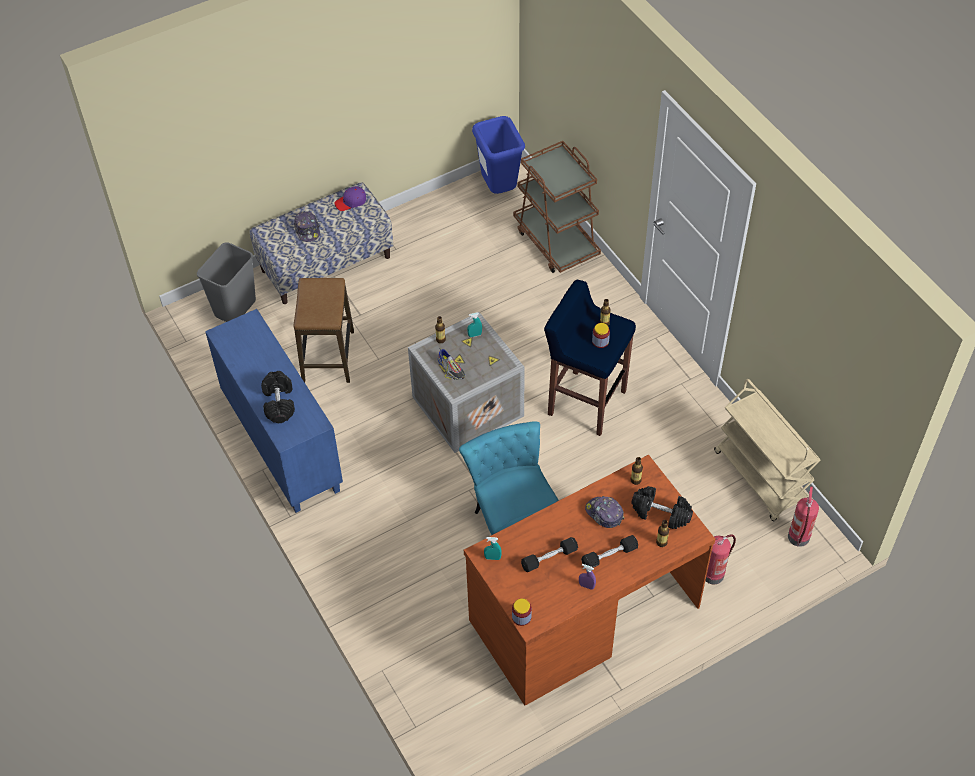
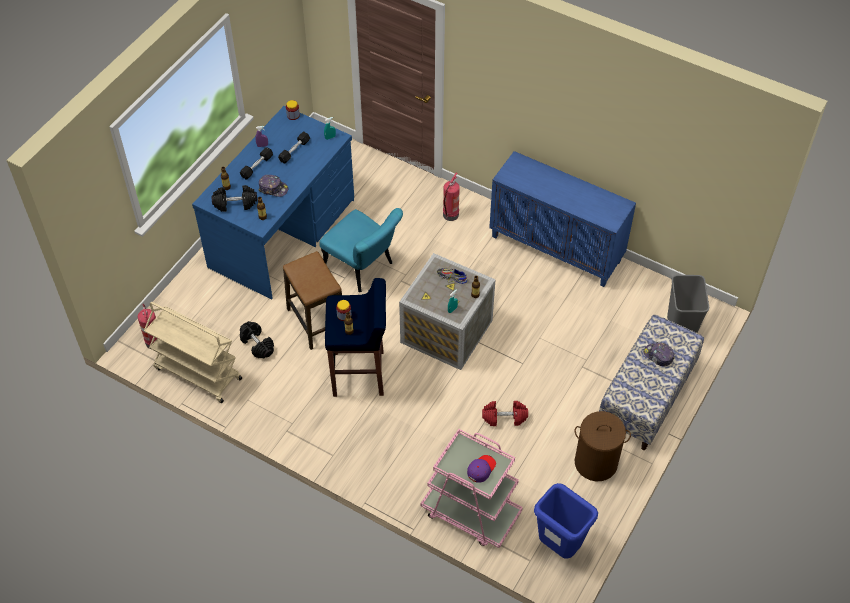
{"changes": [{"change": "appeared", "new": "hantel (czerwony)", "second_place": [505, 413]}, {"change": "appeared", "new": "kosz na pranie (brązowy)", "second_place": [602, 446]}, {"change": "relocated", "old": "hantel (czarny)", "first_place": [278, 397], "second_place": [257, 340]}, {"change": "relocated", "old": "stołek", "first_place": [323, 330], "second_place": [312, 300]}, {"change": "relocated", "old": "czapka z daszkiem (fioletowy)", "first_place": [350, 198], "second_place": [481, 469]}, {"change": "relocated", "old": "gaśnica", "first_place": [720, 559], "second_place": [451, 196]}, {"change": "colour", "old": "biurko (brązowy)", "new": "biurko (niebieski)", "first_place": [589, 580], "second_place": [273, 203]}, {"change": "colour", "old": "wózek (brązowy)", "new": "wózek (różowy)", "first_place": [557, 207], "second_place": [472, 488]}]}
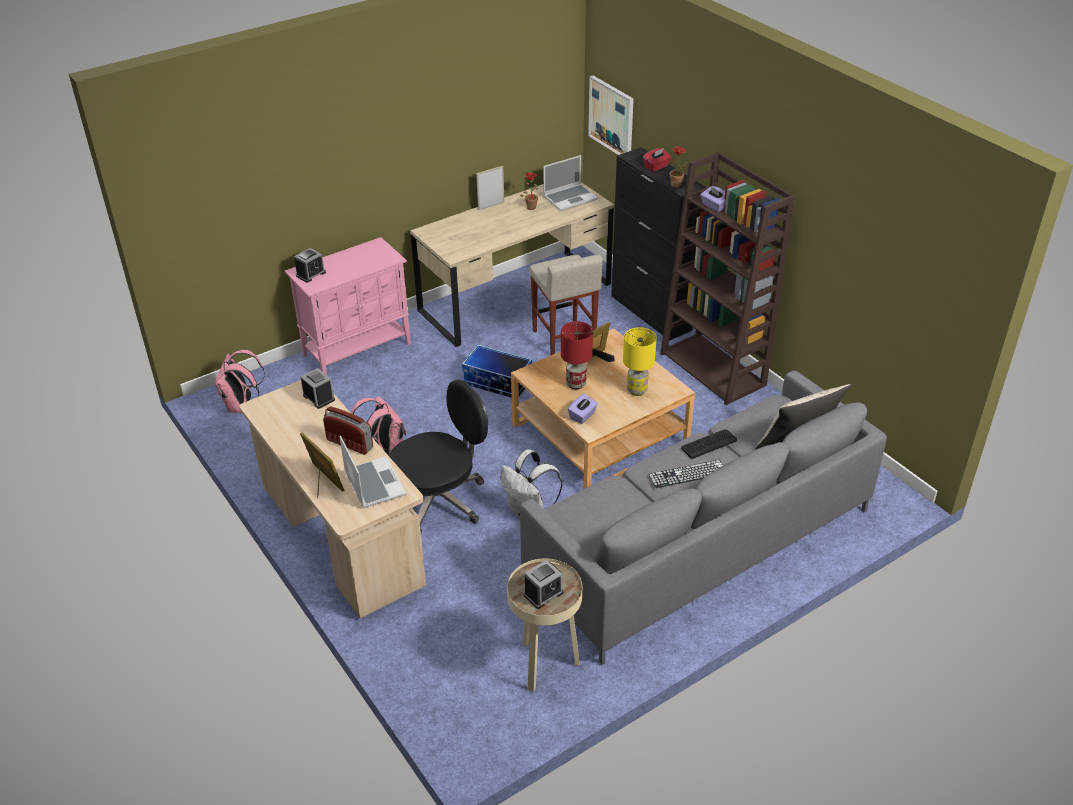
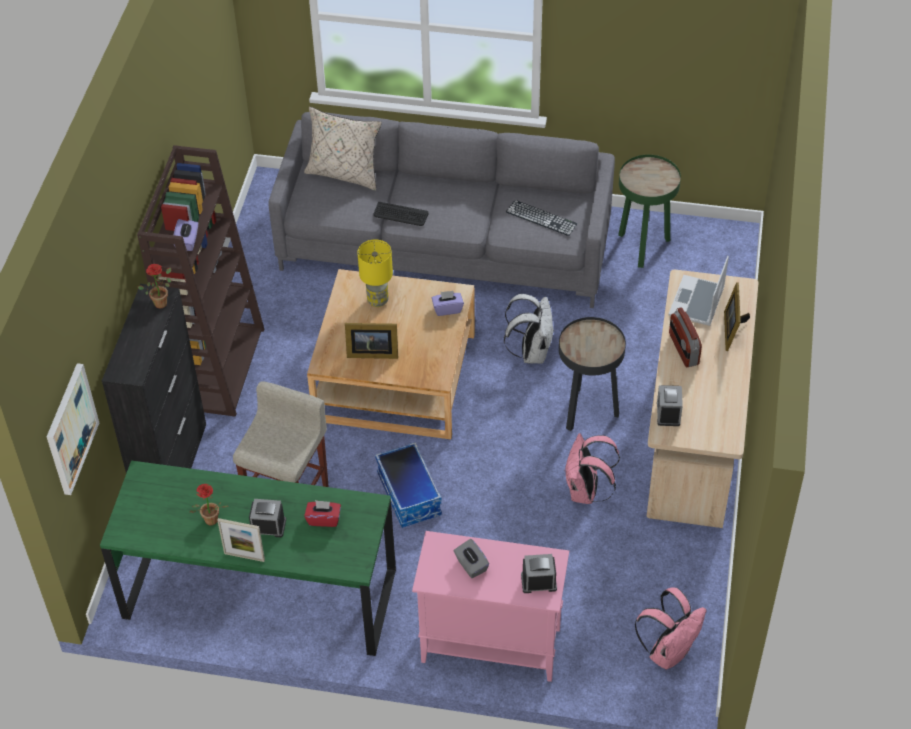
{"changes": [{"change": "missing", "old": "laptop", "first_place": [570, 183]}, {"change": "missing", "old": "lampa stołowa (czerwony)", "first_place": [577, 355]}, {"change": "appeared", "new": "pudełko chusteczek (szary)", "second_place": [471, 558]}, {"change": "relocated", "old": "budzik", "first_place": [543, 584], "second_place": [267, 518]}, {"change": "relocated", "old": "pudełko chusteczek (czerwony)", "first_place": [657, 160], "second_place": [322, 513]}, {"change": "relocated", "old": "klawiatura", "first_place": [685, 474], "second_place": [542, 218]}, {"change": "exchanged", "old": "krzesło biurowe (czarny)", "new": "stolik (czarny)", "first_place": [438, 456], "second_place": [592, 374]}, {"change": "colour", "old": "biurko (beżowy)", "new": "biurko (zielony)", "first_place": [512, 264], "second_place": [248, 558]}, {"change": "colour", "old": "stolik (beżowy)", "new": "stolik (zielony)", "first_place": [544, 625], "second_place": [649, 211]}]}
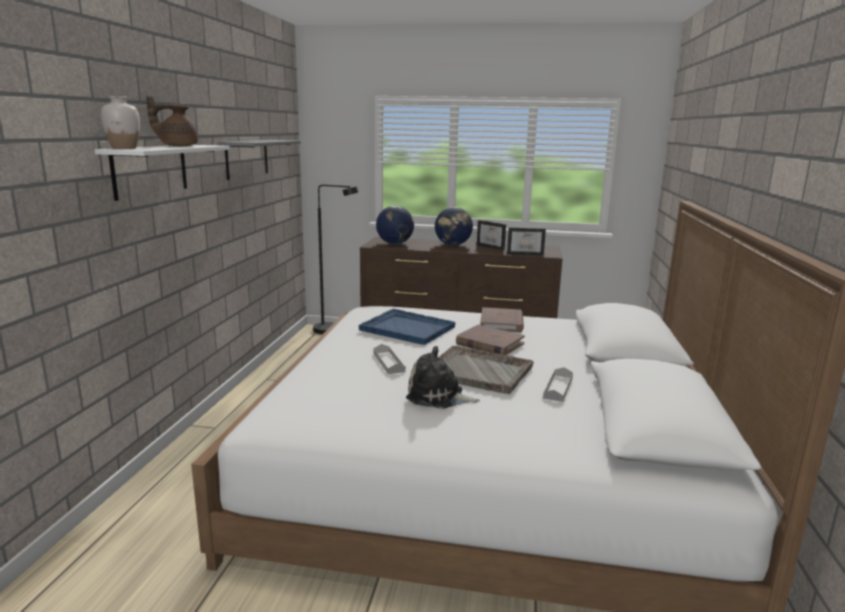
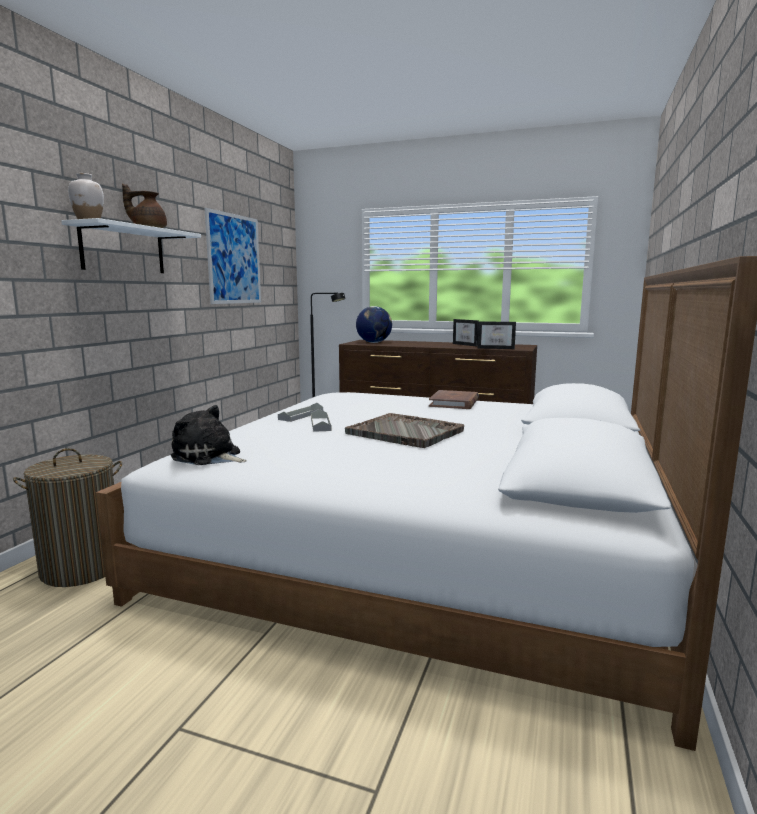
{"changes": [{"change": "missing", "old": "taca (niebieski)", "first_place": [407, 327]}, {"change": "missing", "old": "globus", "first_place": [454, 226]}, {"change": "missing", "old": "książka (brązowy)", "first_place": [490, 340]}, {"change": "appeared", "new": "kosz na pranie", "second_place": [67, 517]}, {"change": "relocated", "old": "pluszak", "first_place": [443, 377], "second_place": [208, 435]}, {"change": "relocated", "old": "taca (szary)", "first_place": [558, 384], "second_place": [300, 412]}, {"change": "exchanged", "old": "półka (szary)", "new": "obraz", "first_place": [259, 160], "second_place": [233, 256]}]}
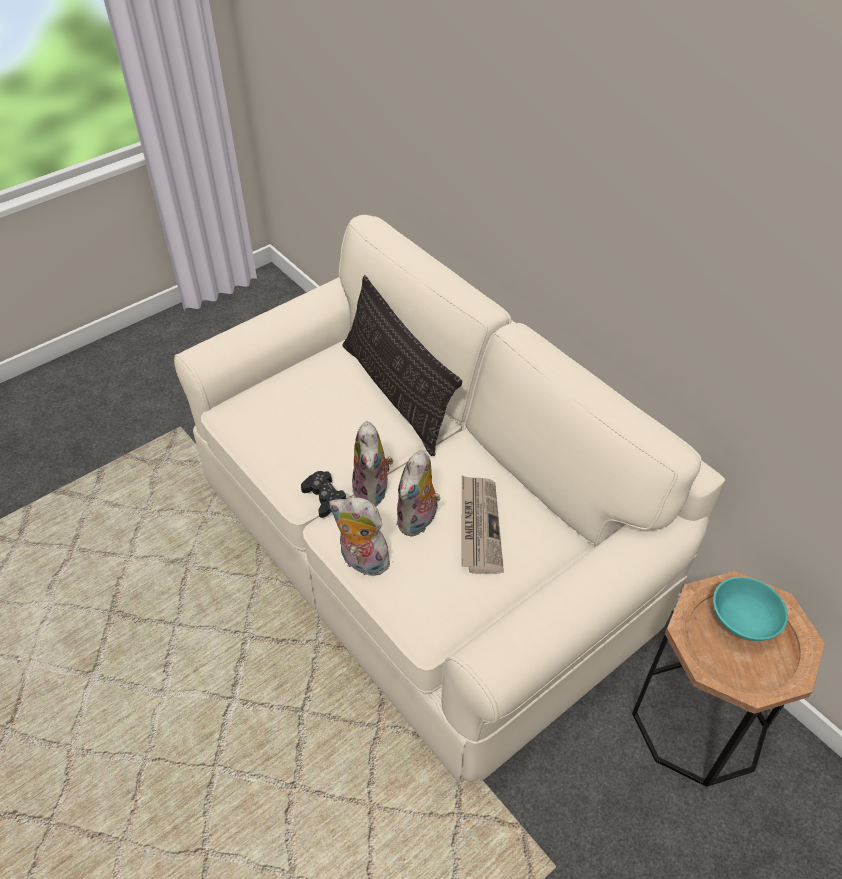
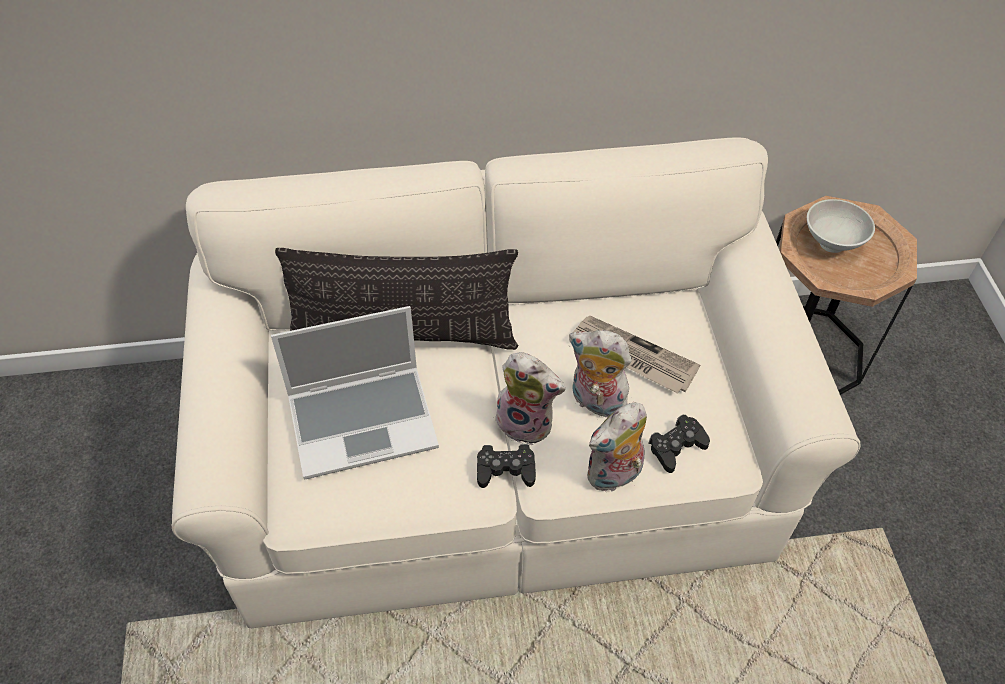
{"changes": [{"change": "appeared", "new": "laptop", "second_place": [355, 393]}, {"change": "appeared", "new": "pad do gier (czarny)", "second_place": [679, 443]}, {"change": "colour", "old": "miska (turkusowy)", "new": "miska (biały)", "first_place": [750, 609], "second_place": [841, 226]}, {"change": "spun", "old": "pluszak", "first_place": [418, 493], "second_place": [600, 375], "degrees": 150}]}
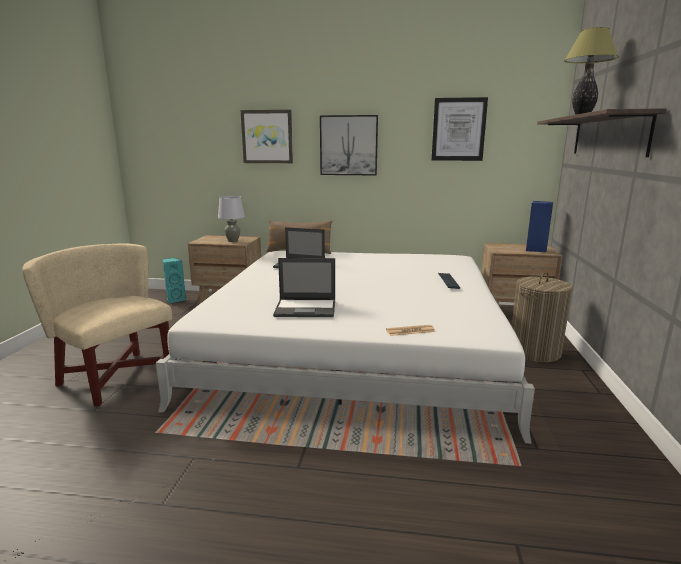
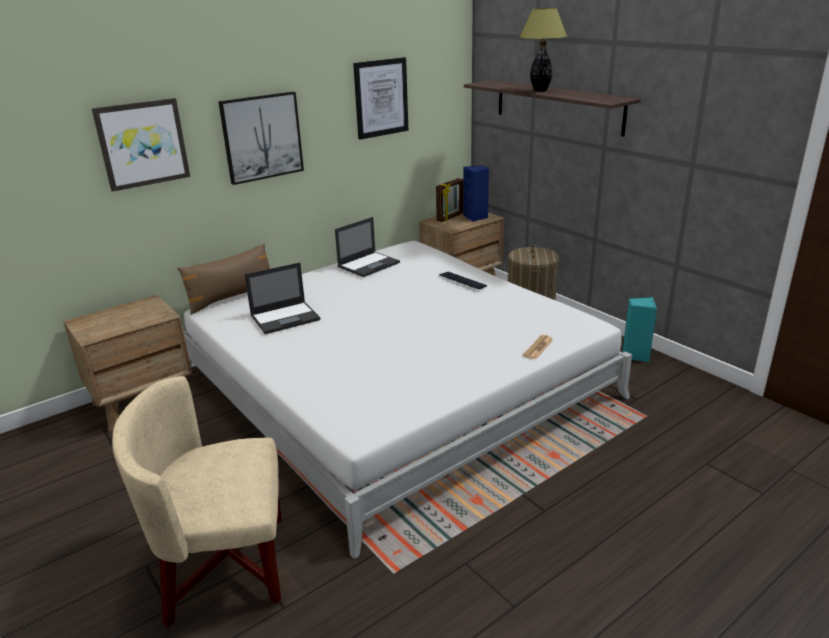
{"changes": [{"change": "missing", "old": "lampa stołowa (szary)", "first_place": [231, 219]}, {"change": "appeared", "new": "ramka na zdjęcie", "second_place": [449, 200]}, {"change": "relocated", "old": "głośnik (turkusowy)", "first_place": [174, 280], "second_place": [639, 329]}, {"change": "relocated", "old": "laptop", "first_place": [304, 287], "second_place": [367, 247]}]}
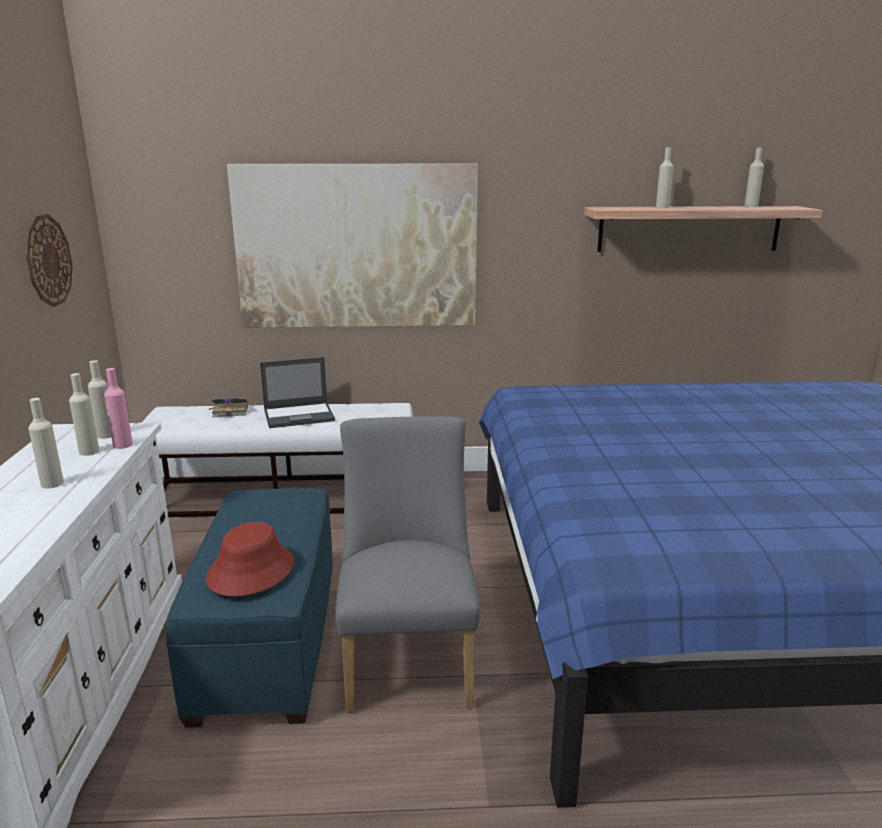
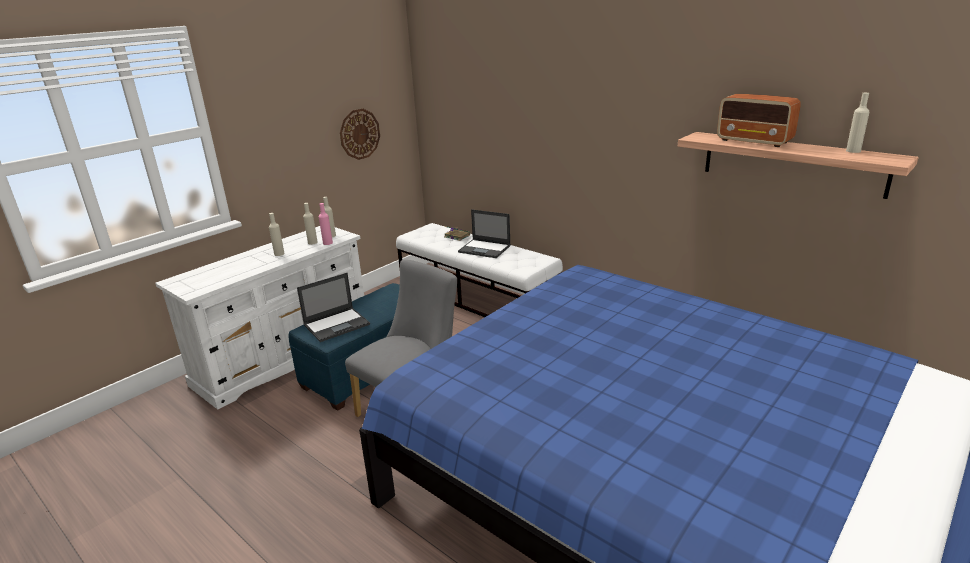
{"changes": [{"change": "missing", "old": "obraz", "first_place": [352, 246]}, {"change": "exchanged", "old": "kapelusz (czerwony)", "new": "laptop", "first_place": [250, 559], "second_place": [333, 307]}, {"change": "exchanged", "old": "butelka (beżowy)", "new": "radio", "first_place": [664, 177], "second_place": [758, 120]}]}
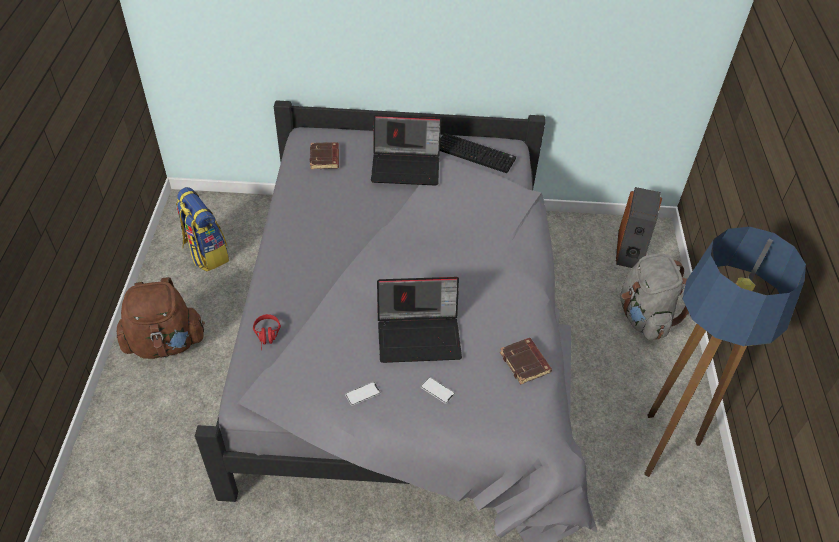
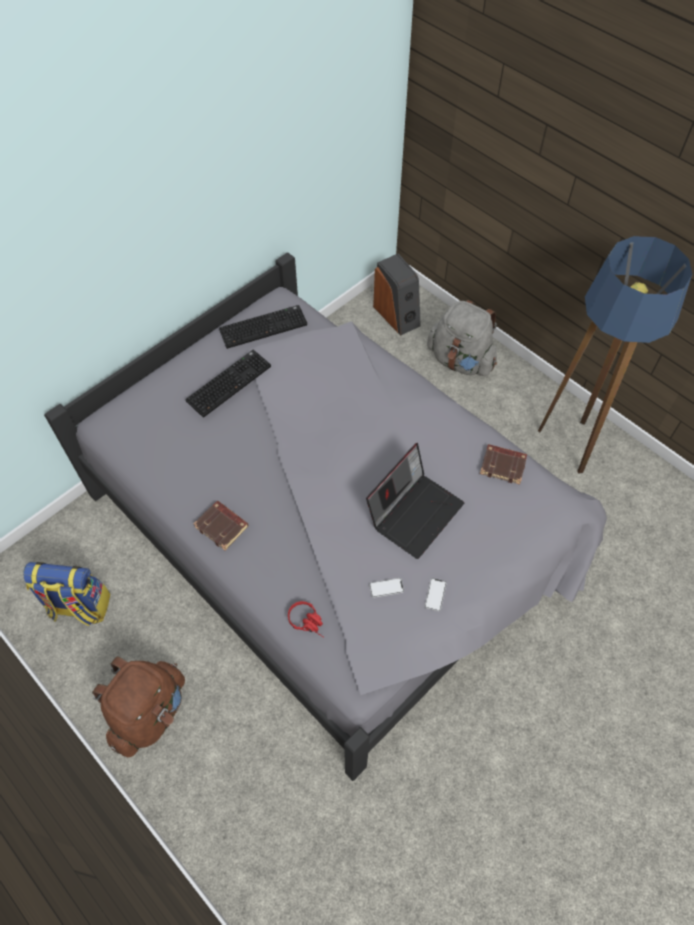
{"changes": [{"change": "relocated", "old": "książka (brązowy)", "first_place": [324, 155], "second_place": [221, 525]}, {"change": "relocated", "old": "telefon", "first_place": [438, 390], "second_place": [386, 588]}, {"change": "exchanged", "old": "laptop", "new": "klawiatura", "first_place": [406, 150], "second_place": [228, 384]}]}
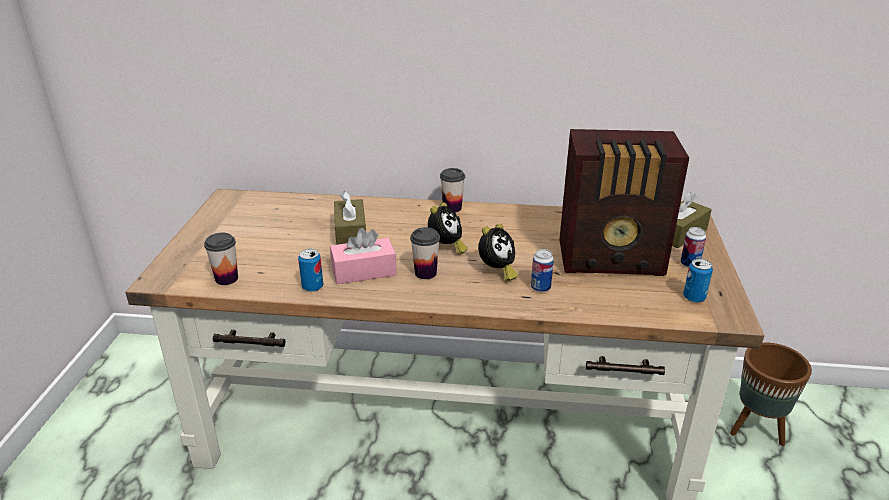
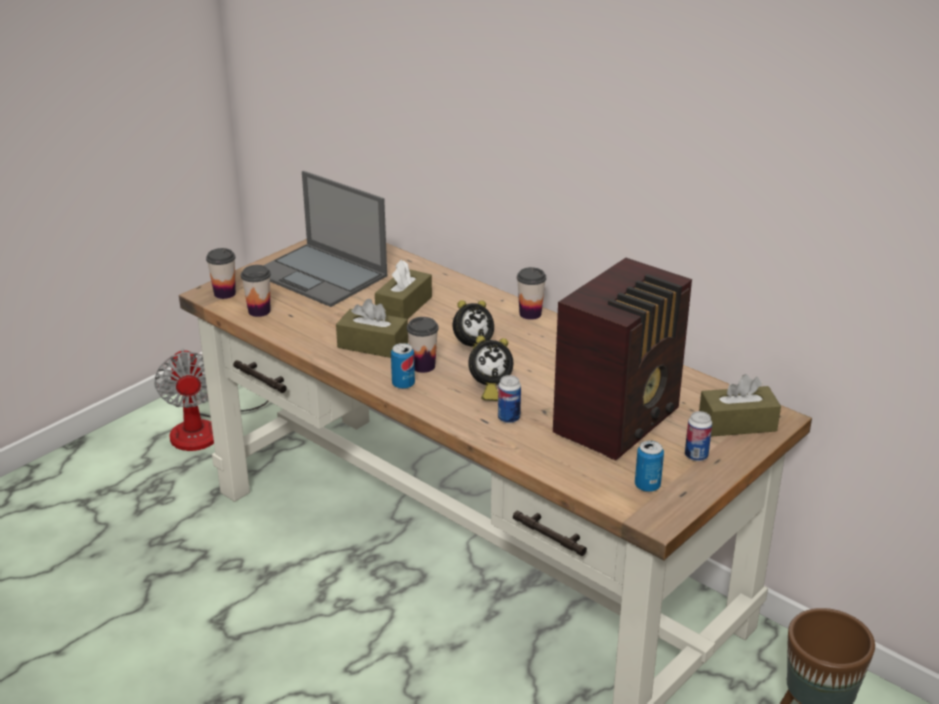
{"changes": [{"change": "appeared", "new": "wentylator", "second_place": [211, 399]}, {"change": "appeared", "new": "filiżanka", "second_place": [221, 273]}, {"change": "appeared", "new": "laptop", "second_place": [325, 239]}, {"change": "relocated", "old": "puszka", "first_place": [310, 270], "second_place": [403, 366]}, {"change": "colour", "old": "pudełko chusteczek (różowy)", "new": "pudełko chusteczek (brązowy)", "first_place": [363, 256], "second_place": [372, 328]}, {"change": "spun", "old": "radio", "first_place": [624, 202], "second_place": [622, 359], "degrees": -90}]}
